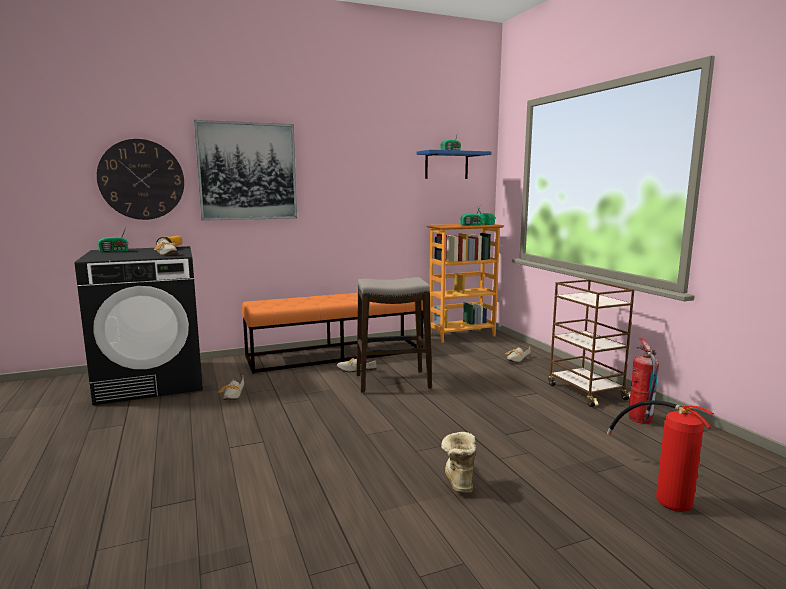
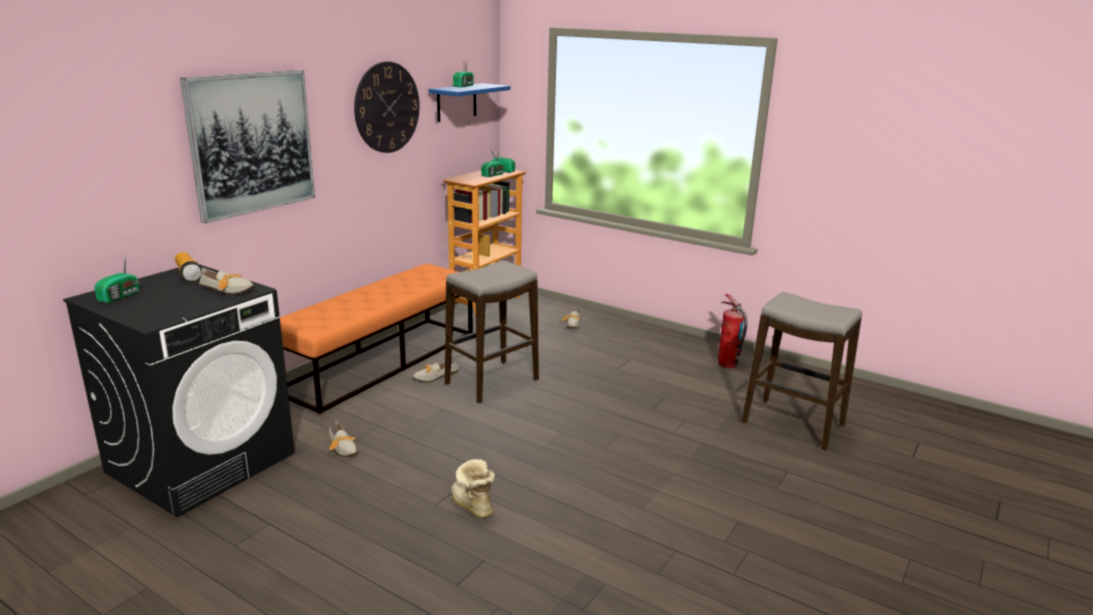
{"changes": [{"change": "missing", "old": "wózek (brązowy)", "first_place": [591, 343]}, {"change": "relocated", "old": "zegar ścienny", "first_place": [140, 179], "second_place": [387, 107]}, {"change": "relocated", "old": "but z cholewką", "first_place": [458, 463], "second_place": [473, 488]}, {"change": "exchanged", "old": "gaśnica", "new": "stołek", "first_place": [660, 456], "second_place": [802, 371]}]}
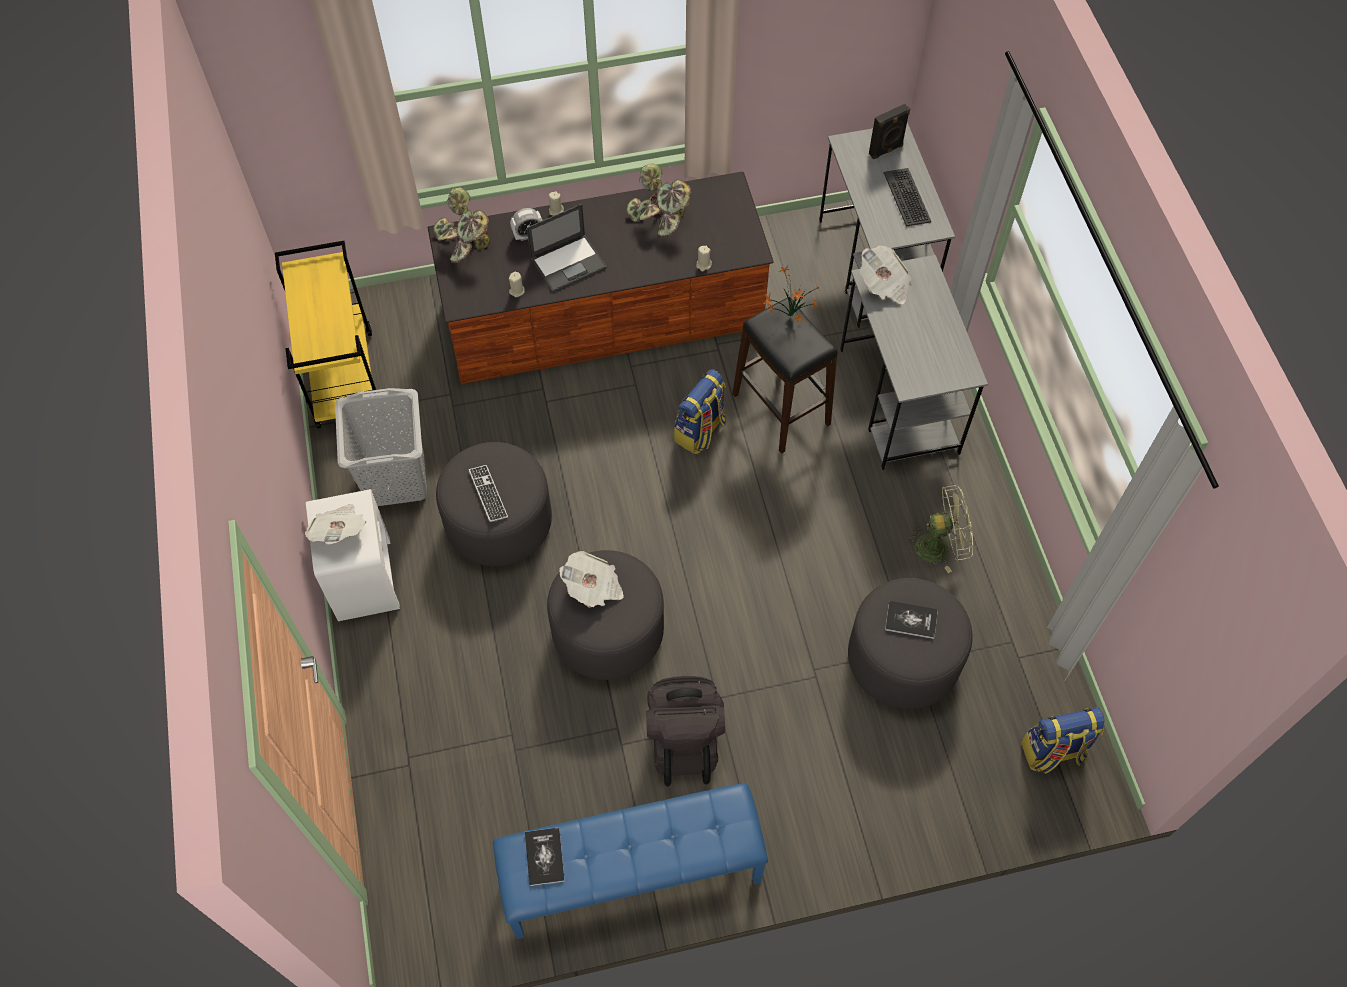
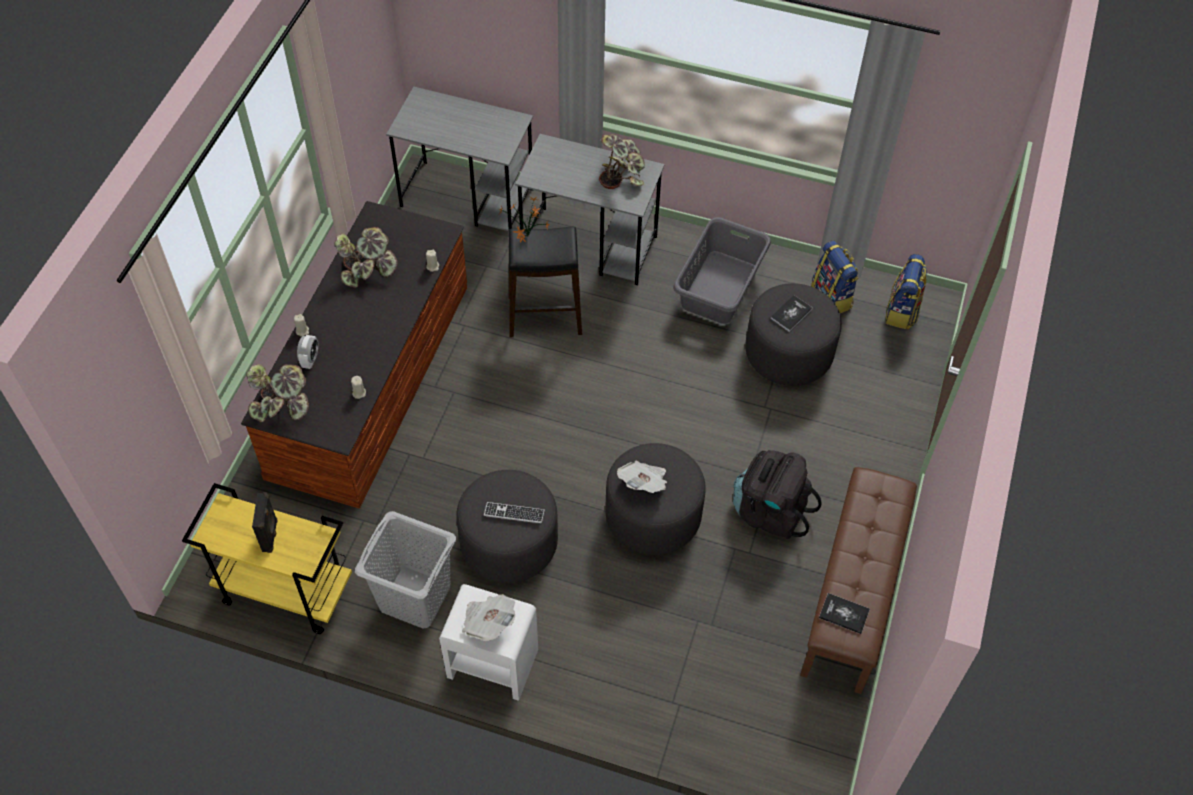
{"changes": [{"change": "missing", "old": "laptop", "first_place": [567, 248]}, {"change": "missing", "old": "gazeta", "first_place": [886, 275]}, {"change": "missing", "old": "klawiatura", "first_place": [907, 197]}, {"change": "appeared", "new": "roślina doniczkowa", "second_place": [622, 161]}, {"change": "relocated", "old": "plecak", "first_place": [700, 411], "second_place": [835, 277]}, {"change": "relocated", "old": "głośnik (czarny)", "first_place": [889, 131], "second_place": [265, 523]}, {"change": "exchanged", "old": "wentylator (zielony)", "new": "kosz na pranie (szary)", "first_place": [938, 529], "second_place": [722, 270]}, {"change": "colour", "old": "ławka (niebieski)", "new": "ławka (brązowy)", "first_place": [630, 861], "second_place": [858, 580]}]}
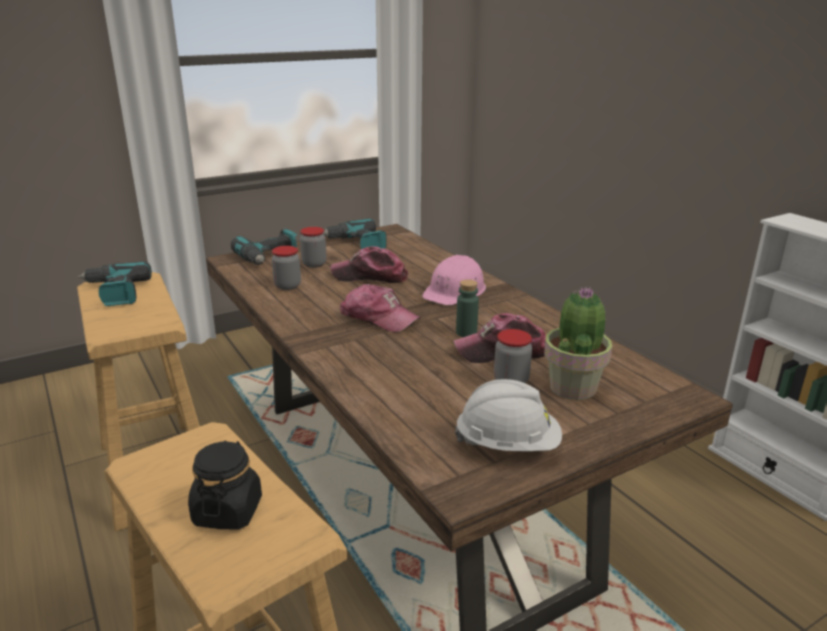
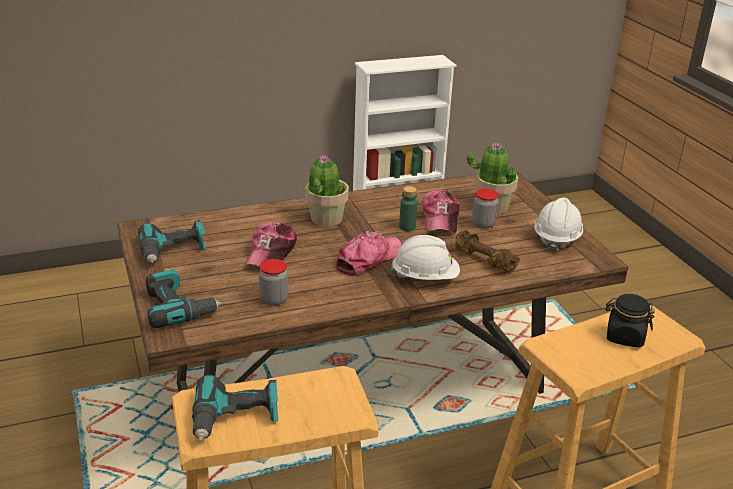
{"changes": [{"change": "missing", "old": "słoik", "first_place": [313, 247]}, {"change": "appeared", "new": "kask (biały)", "second_place": [425, 257]}, {"change": "appeared", "new": "hantel (brązowy)", "second_place": [487, 251]}, {"change": "exchanged", "old": "kask (różowy)", "new": "roślina doniczkowa", "first_place": [454, 279], "second_place": [327, 190]}]}
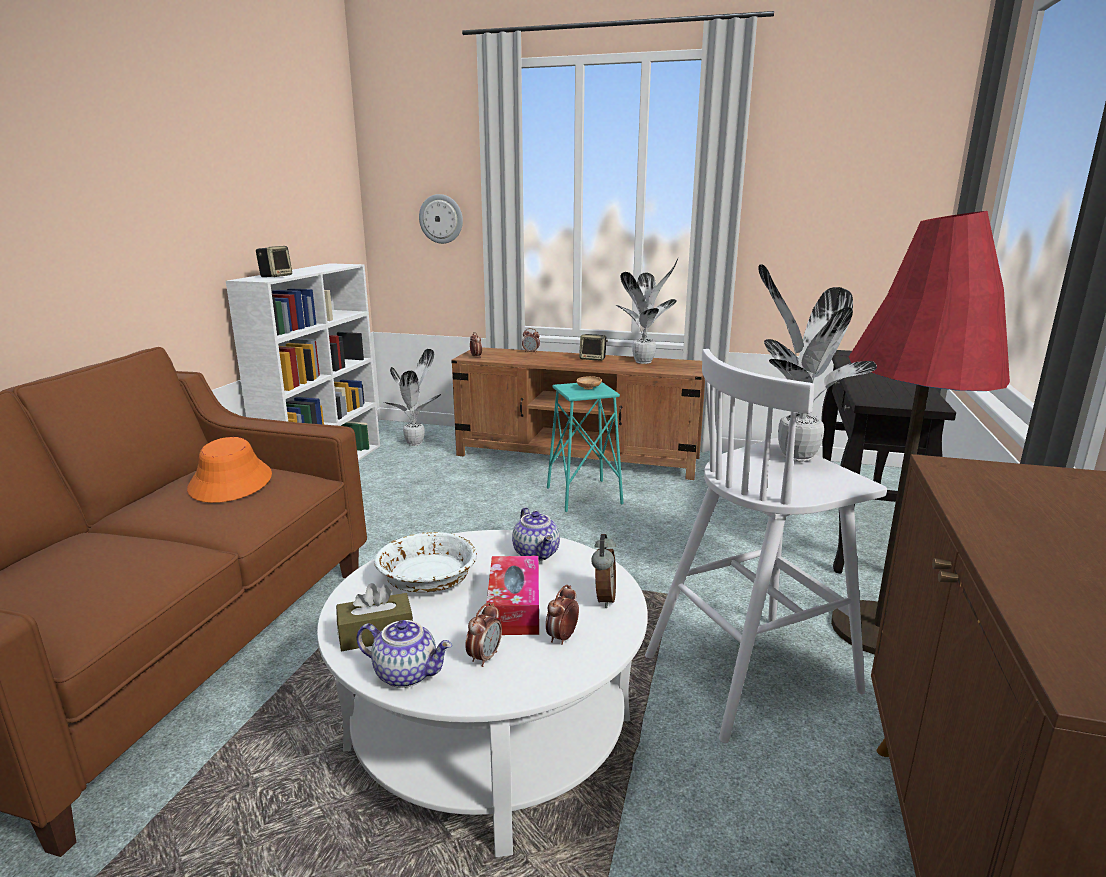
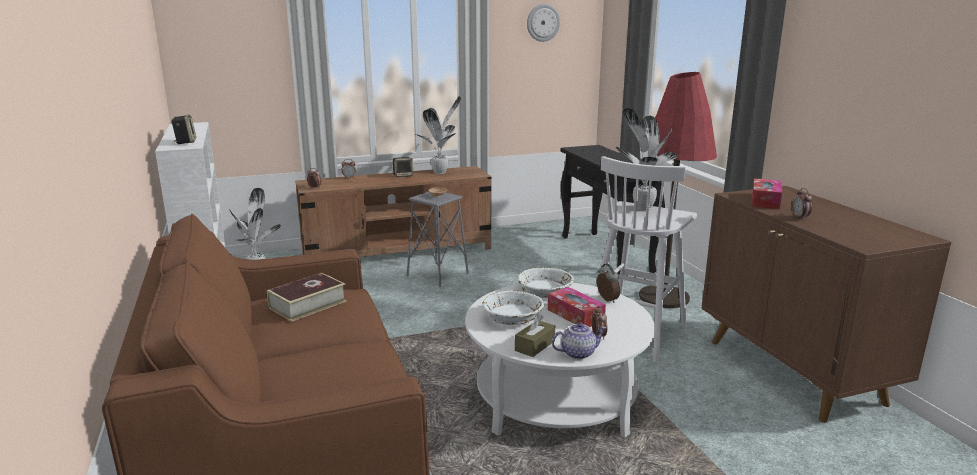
{"changes": [{"change": "appeared", "new": "pudełko chusteczek", "second_place": [767, 193]}, {"change": "relocated", "old": "zegar ścienny", "first_place": [441, 219], "second_place": [543, 23]}, {"change": "relocated", "old": "budzik", "first_place": [562, 615], "second_place": [802, 204]}, {"change": "exchanged", "old": "kapelusz (pomarańczowy)", "new": "książka", "first_place": [229, 470], "second_place": [307, 297]}, {"change": "exchanged", "old": "imbryk", "new": "miska (biały)", "first_place": [536, 534], "second_place": [545, 282]}, {"change": "colour", "old": "stołek (turkusowy)", "new": "stołek (szary)", "first_place": [585, 447], "second_place": [438, 239]}]}
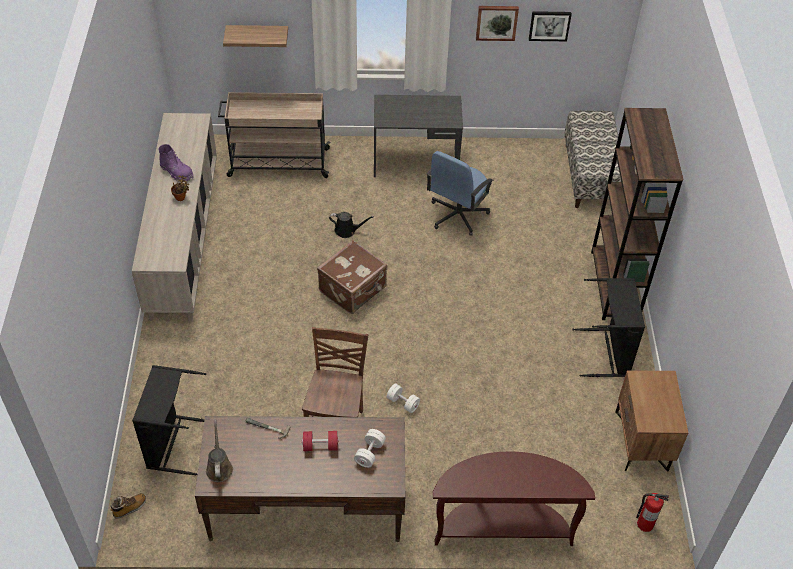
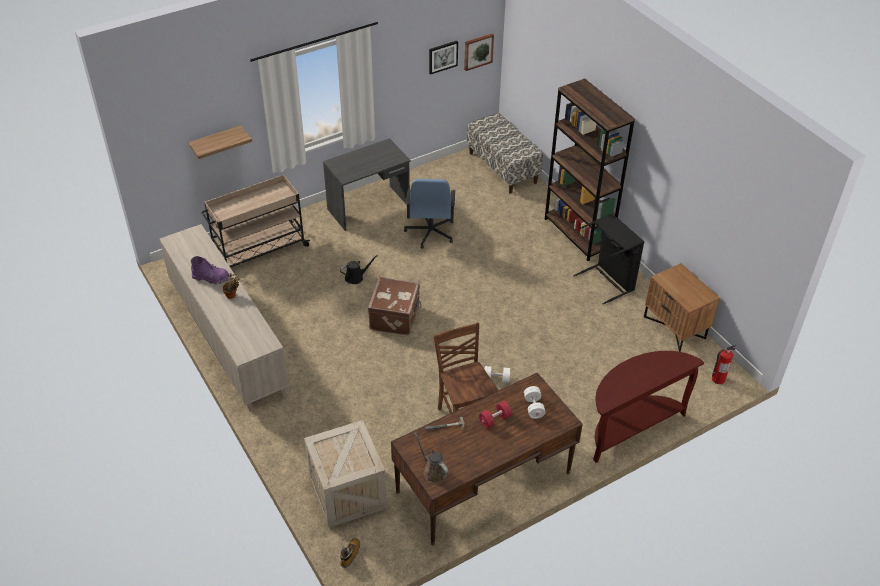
{"changes": [{"change": "relocated", "old": "obraz", "first_place": [497, 23], "second_place": [479, 52]}, {"change": "exchanged", "old": "kosz na pranie (czarny)", "new": "skrzynka", "first_place": [169, 420], "second_place": [345, 474]}]}
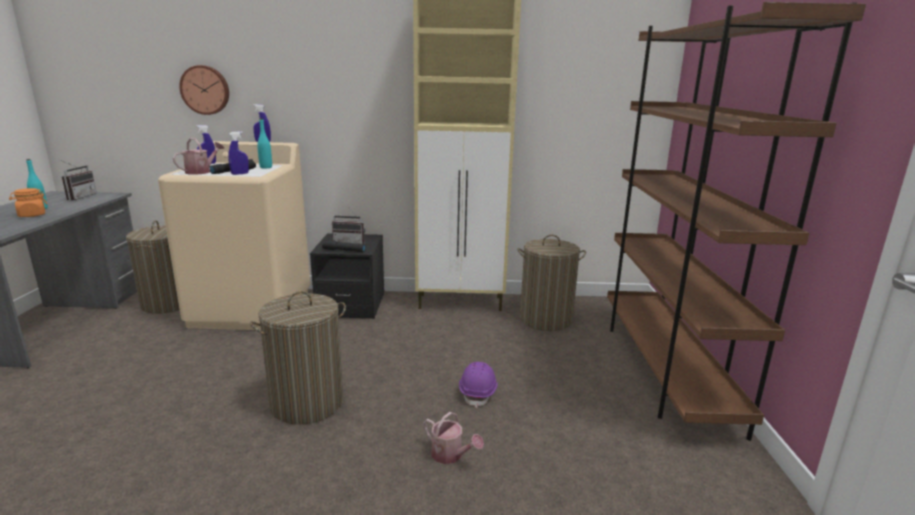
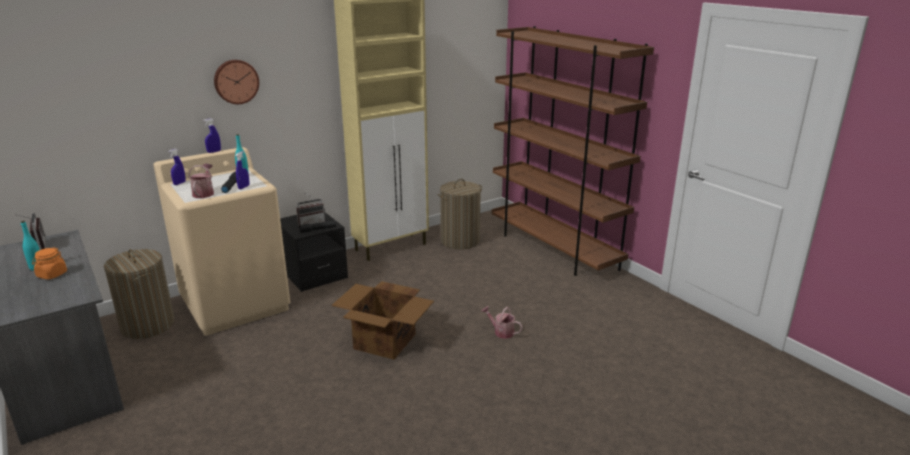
{"changes": [{"change": "missing", "old": "kask (fioletowy)", "first_place": [478, 385]}, {"change": "relocated", "old": "zegar ścienny", "first_place": [204, 90], "second_place": [236, 82]}, {"change": "exchanged", "old": "kosz na pranie", "new": "karton", "first_place": [298, 358], "second_place": [383, 320]}, {"change": "spun", "old": "konewka", "first_place": [453, 438], "second_place": [502, 322], "degrees": -150}]}
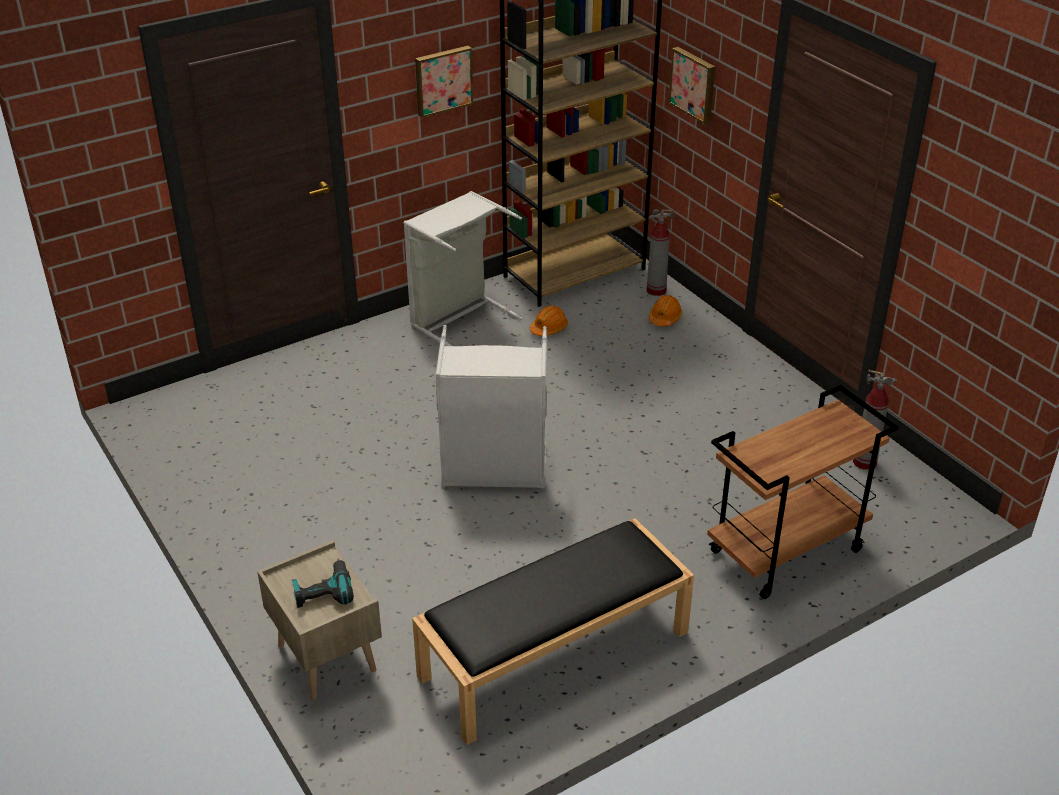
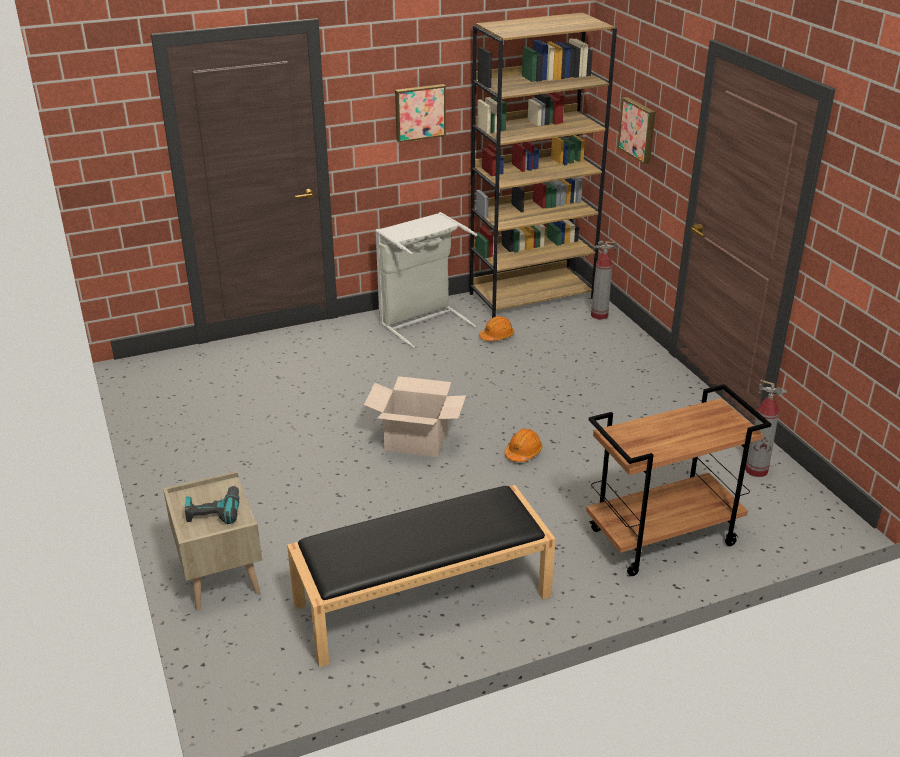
{"changes": [{"change": "relocated", "old": "kask (pomarańczowy)", "first_place": [665, 310], "second_place": [523, 445]}, {"change": "exchanged", "old": "kosz na pranie (szary)", "new": "karton", "first_place": [491, 407], "second_place": [415, 416]}]}
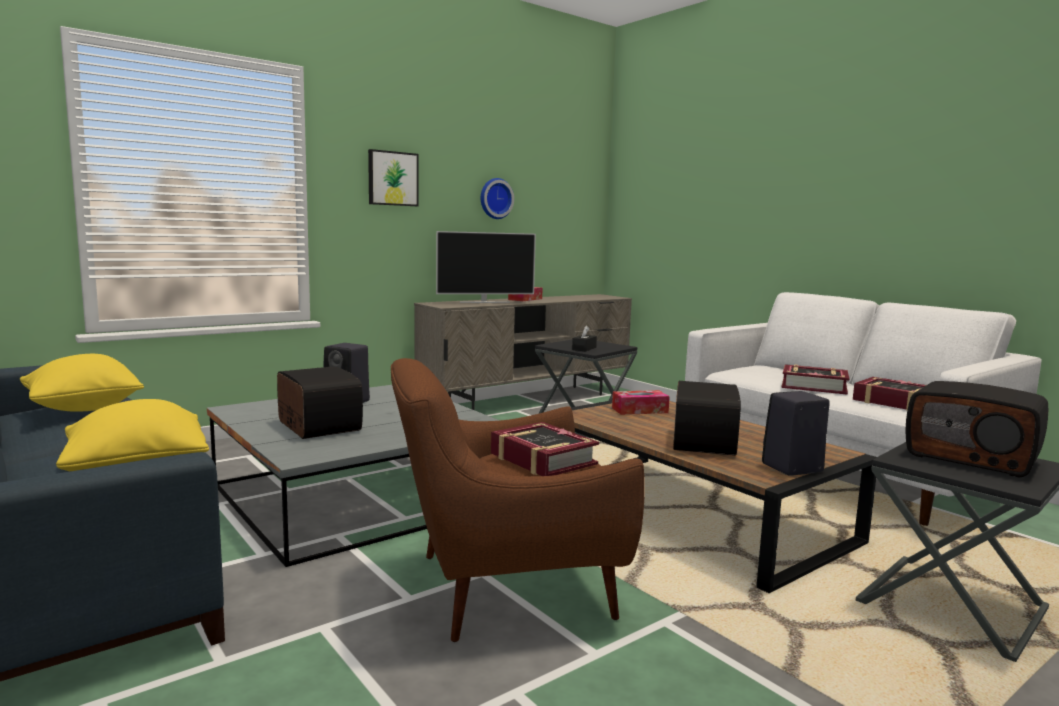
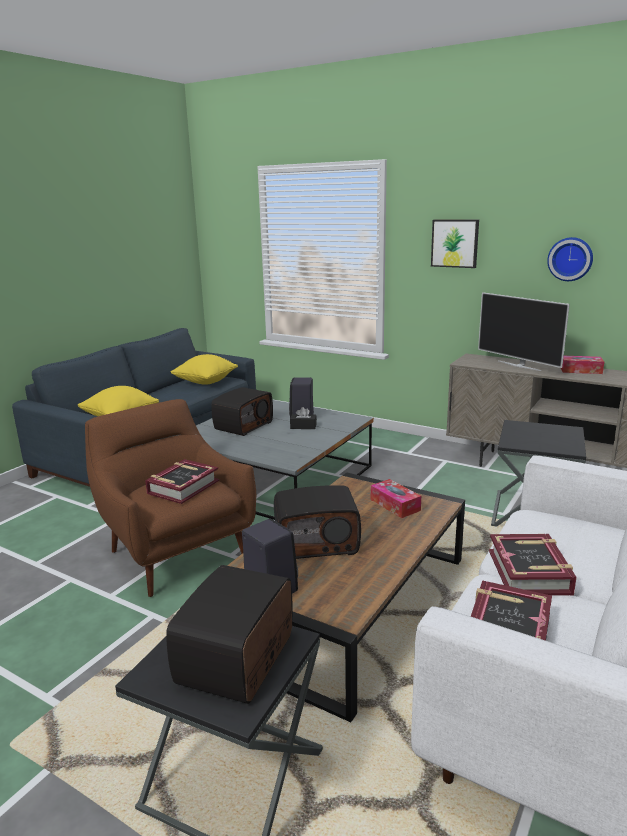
{"changes": [{"change": "relocated", "old": "pudełko chusteczek (czarny)", "first_place": [584, 338], "second_place": [303, 418]}]}
